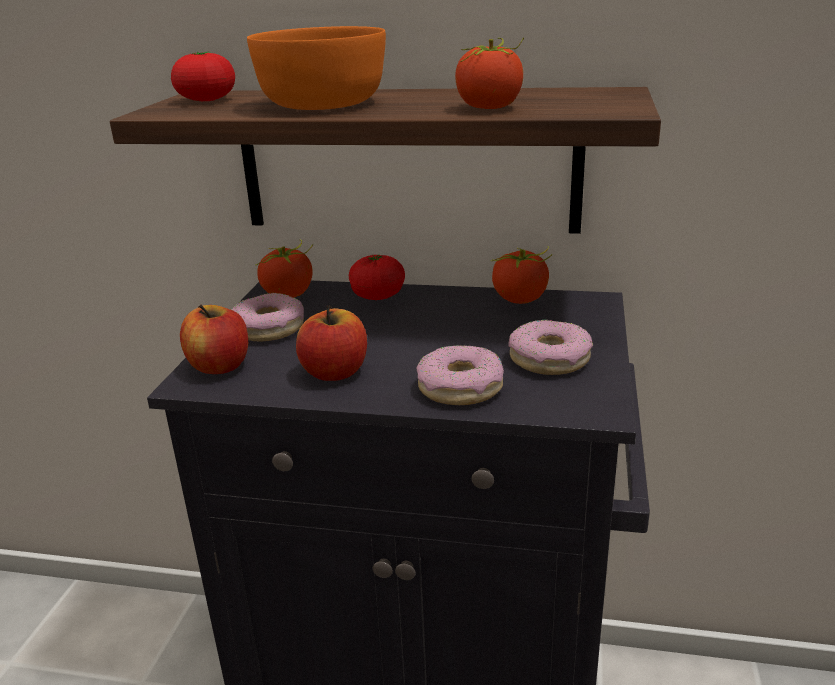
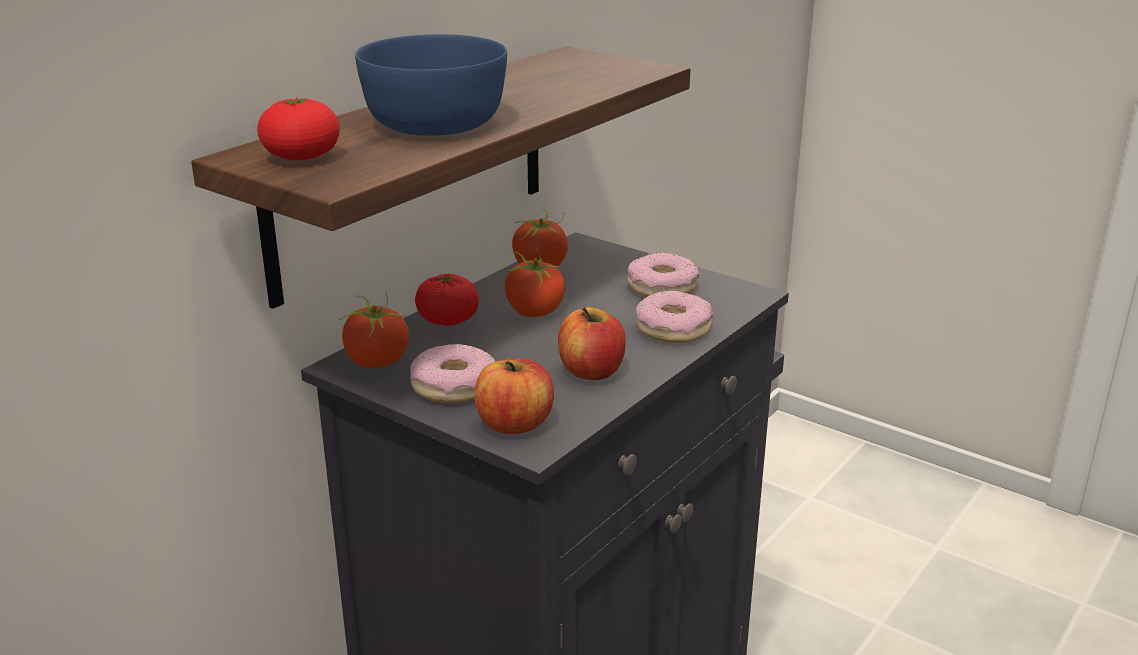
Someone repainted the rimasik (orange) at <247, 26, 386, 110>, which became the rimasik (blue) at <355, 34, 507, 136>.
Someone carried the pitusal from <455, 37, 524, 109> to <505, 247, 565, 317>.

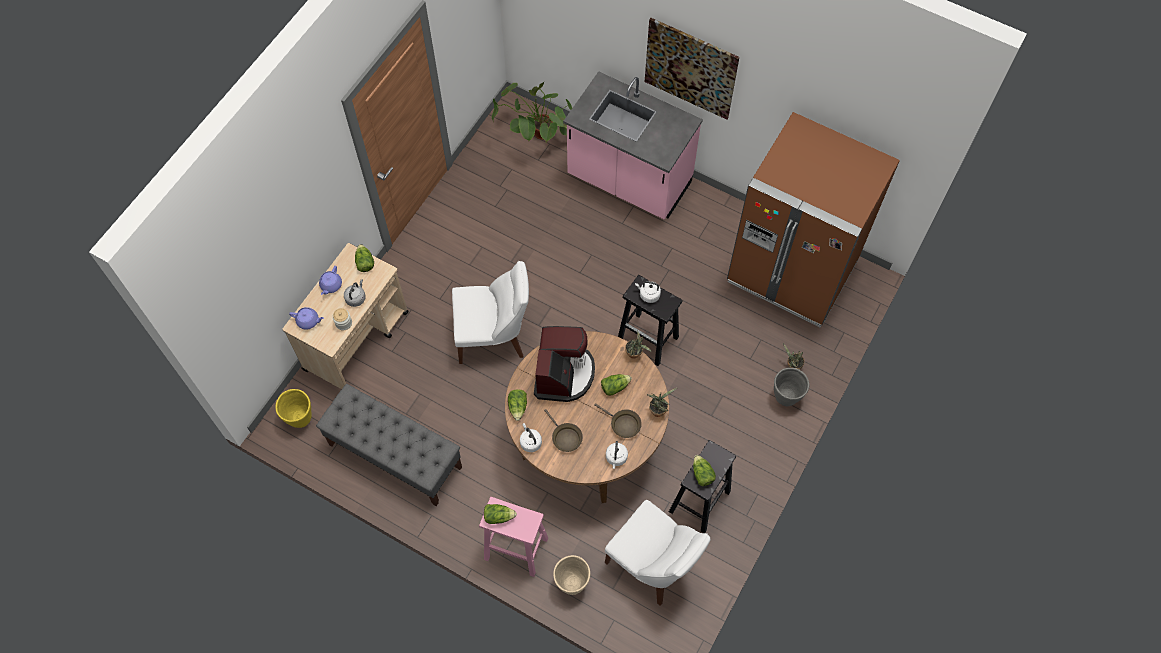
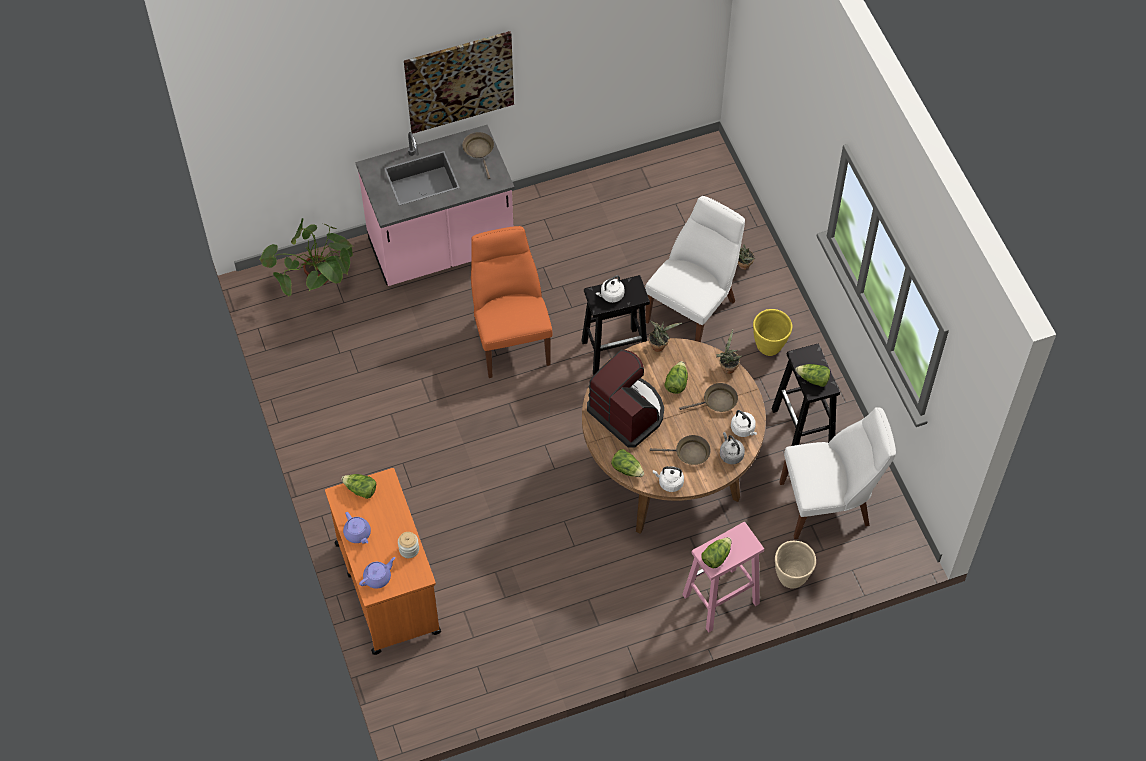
Someone repainted the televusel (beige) at <282, 243, 409, 389>, which became the televusel (orange) at <325, 468, 441, 655>.
Someone put down the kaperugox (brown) at <462, 132, 494, 179>.
Someone put down the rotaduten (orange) at <471, 226, 553, 378>.
Someone carried the rotaduten (white) from <452, 261, 529, 364> to <645, 196, 745, 342>.
Someone carried the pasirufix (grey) from <344, 279, 366, 307> to <720, 432, 745, 464>.
Someone carried the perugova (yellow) from <275, 389, 312, 428> to <753, 309, 793, 356>.
Someone took away the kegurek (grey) at <316, 384, 462, 506>.
Someone took away the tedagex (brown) at <727, 112, 900, 327>.
Someone took away the perugova (grey) at <774, 368, 809, 406>.

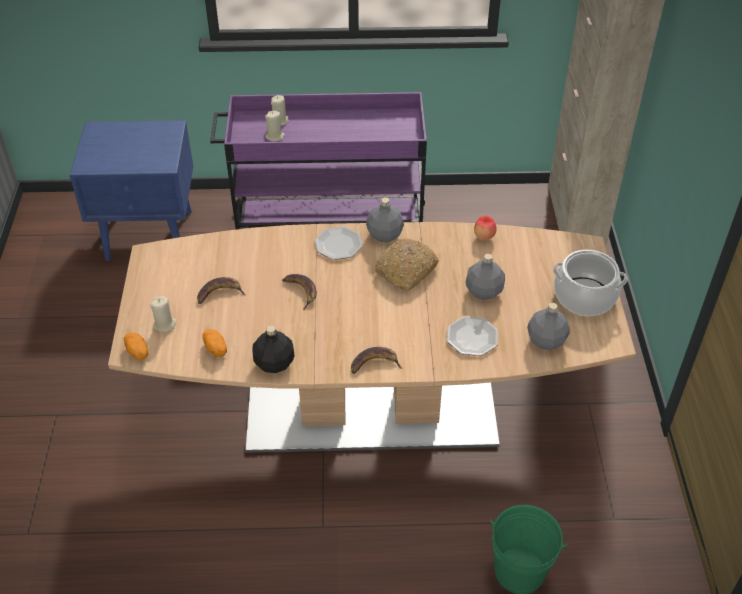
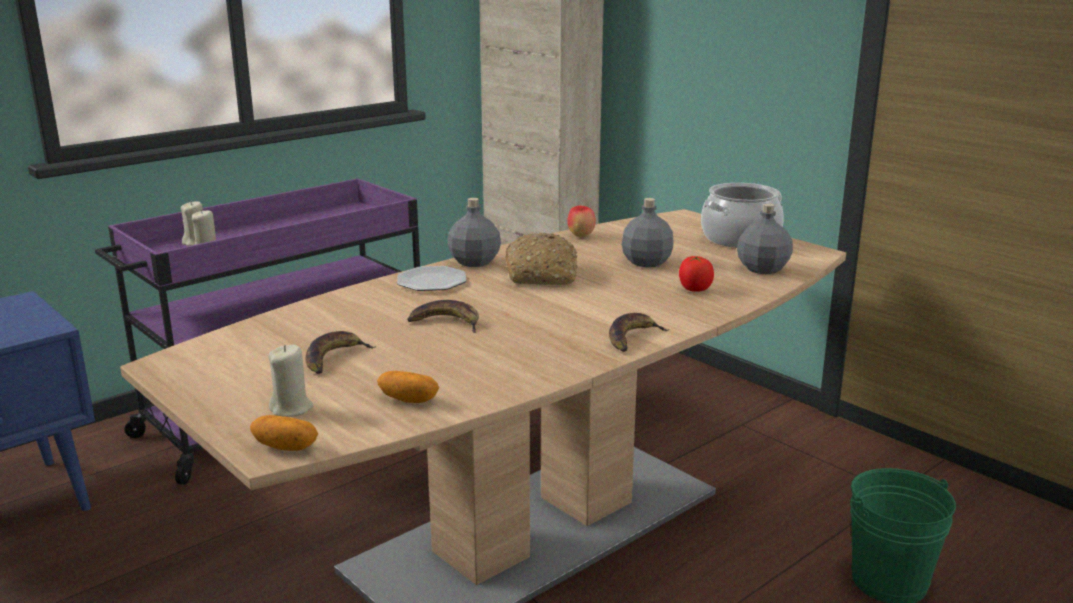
Someone swapped the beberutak at <447, 317, 498, 356> for the pitusal at <679, 256, 714, 292>.
Someone took away the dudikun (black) at <252, 325, 295, 373>.

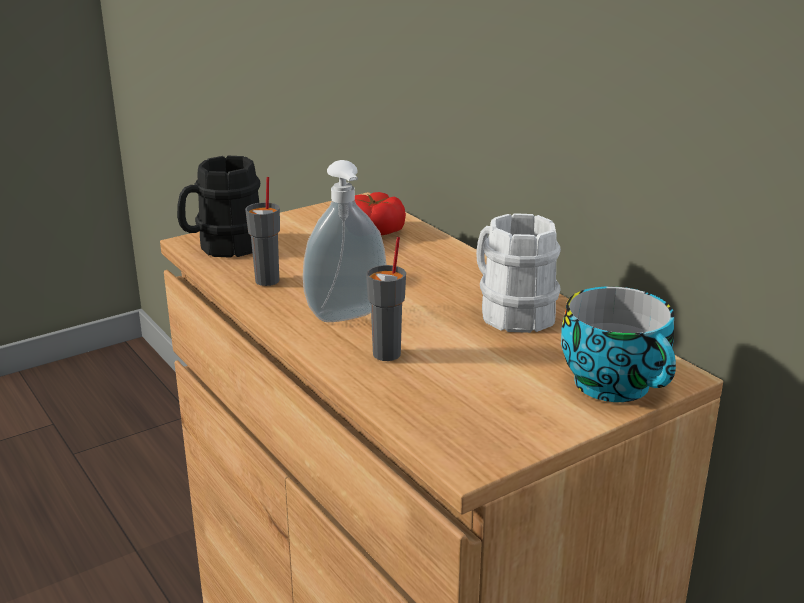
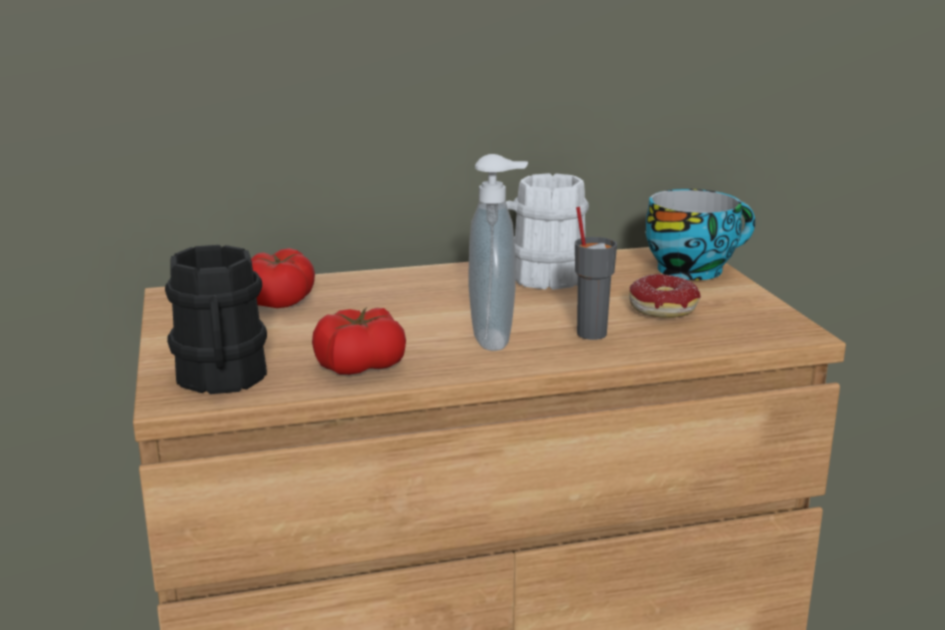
Someone swapped the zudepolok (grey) at <245, 177, 280, 286> for the pitusal at <312, 307, 406, 375>.
Someone put down the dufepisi at <629, 274, 737, 318>.

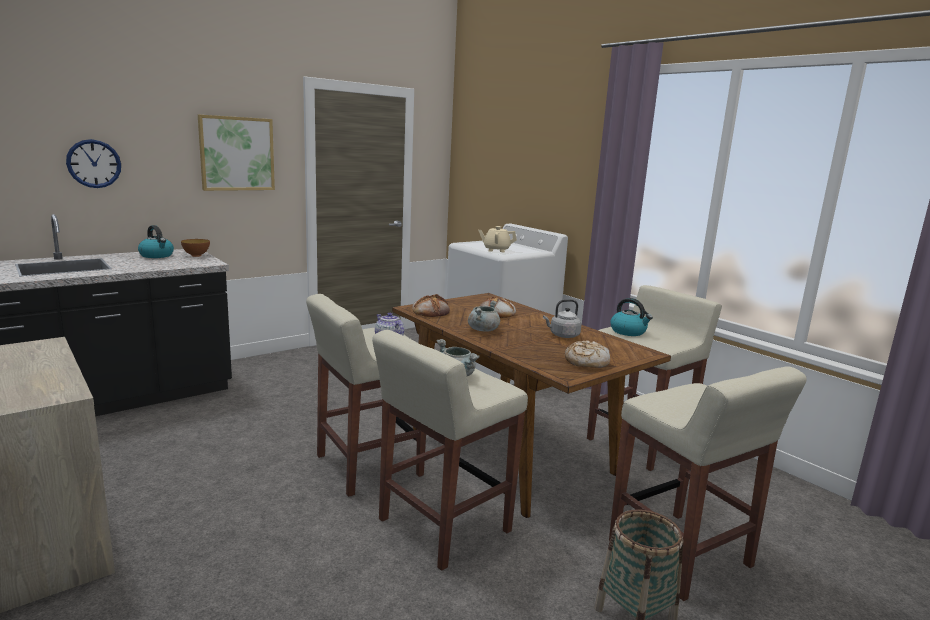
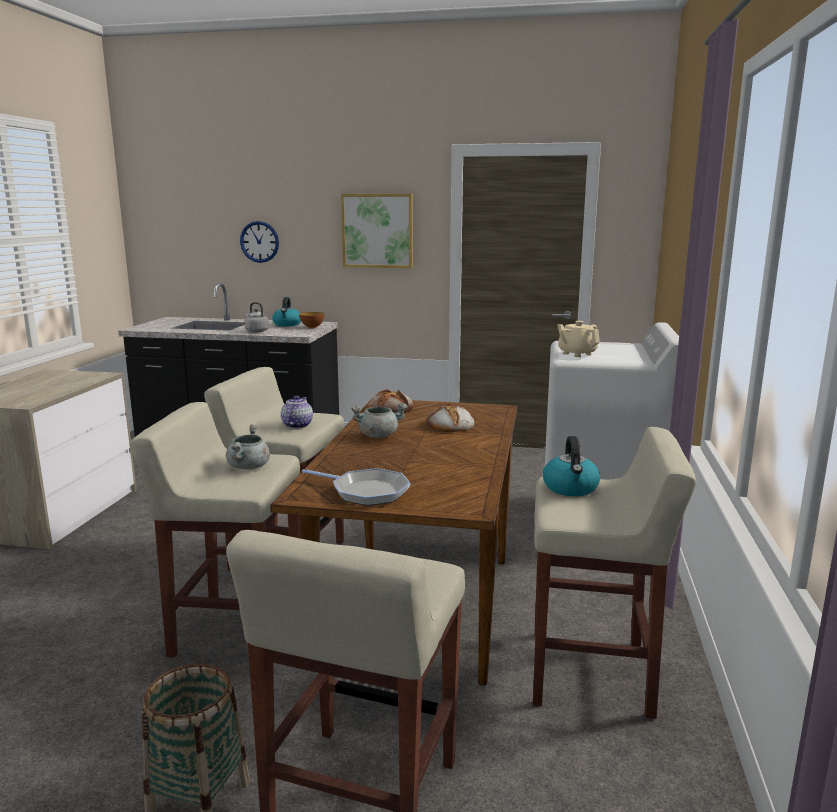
Someone carried the pasirufix (grey) from <543, 299, 582, 338> to <244, 302, 269, 332>.
Someone swapped the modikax at <565, 341, 610, 368> for the kaperugox at <302, 468, 410, 506>.

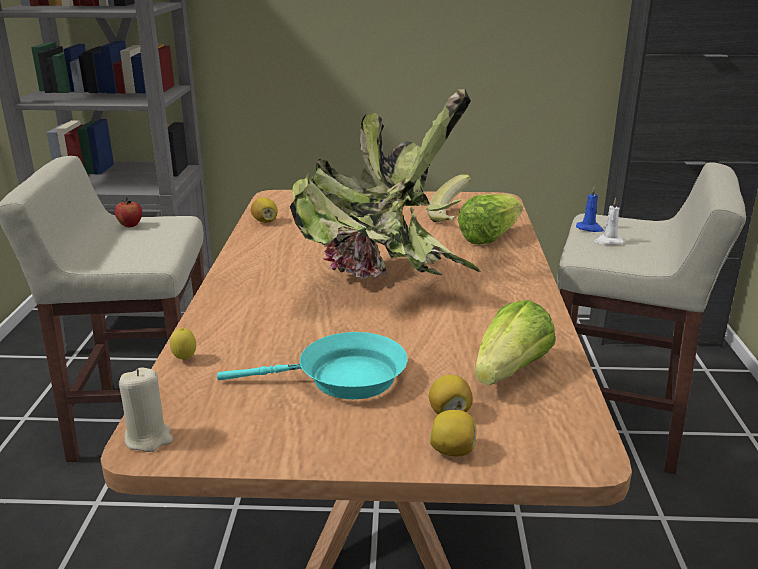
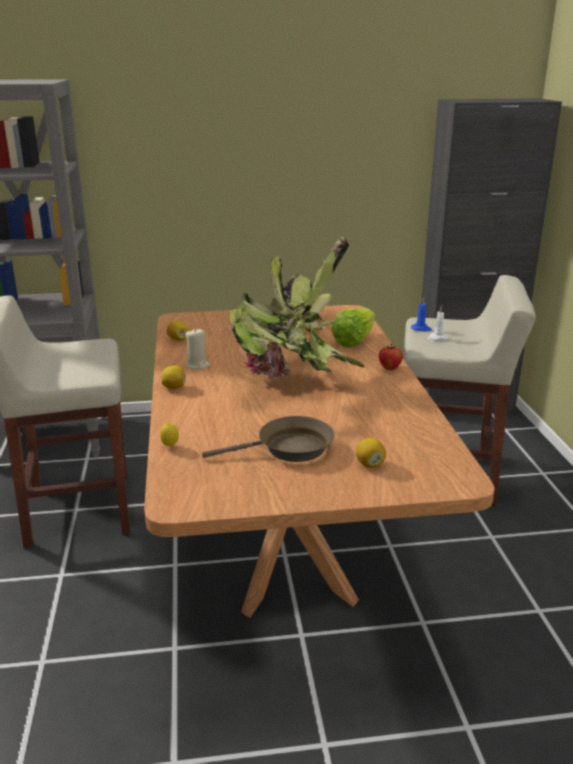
Someone carried the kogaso from <430, 410, 476, 456> to <162, 365, 186, 389>.
Someone carried the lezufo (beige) from <119, 367, 173, 452> to <185, 328, 211, 369>.
Someone repainted the kaperugox (turquoise) at <217, 332, 407, 399>, which became the kaperugox (brown) at <202, 416, 334, 462>.
Someone carried the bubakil from <115, 197, 142, 227> to <379, 343, 403, 370>.
Someone took away the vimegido at <475, 300, 555, 385>.

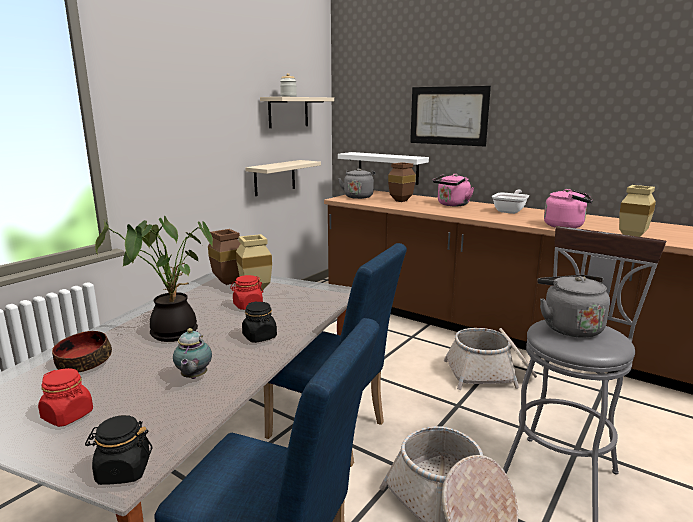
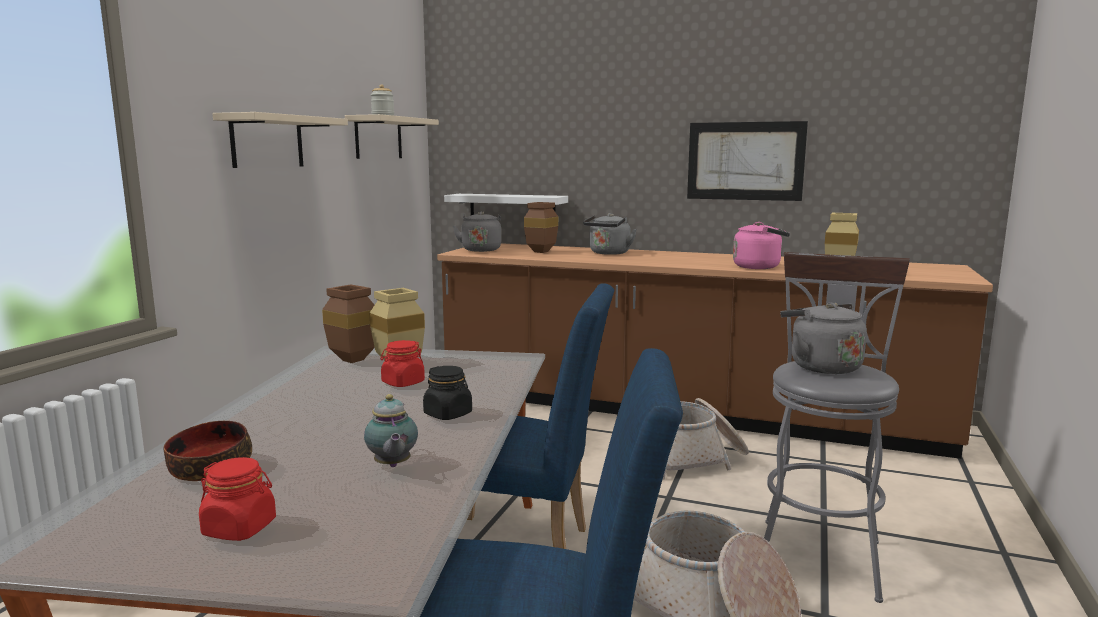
Someone carried the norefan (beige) from <245, 160, 321, 196> to <212, 112, 348, 168>.
Someone repainted the pasirufix (pink) at <433, 174, 474, 206>, which became the pasirufix (grey) at <583, 213, 637, 255>.
Someone carried the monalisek from <410, 86, 491, 146> to <687, 121, 808, 201>.
Someone took away the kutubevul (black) at <85, 415, 153, 485>.
Someone took away the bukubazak at <95, 216, 213, 342>.
Someone took away the kaperugox at <492, 190, 529, 214>.

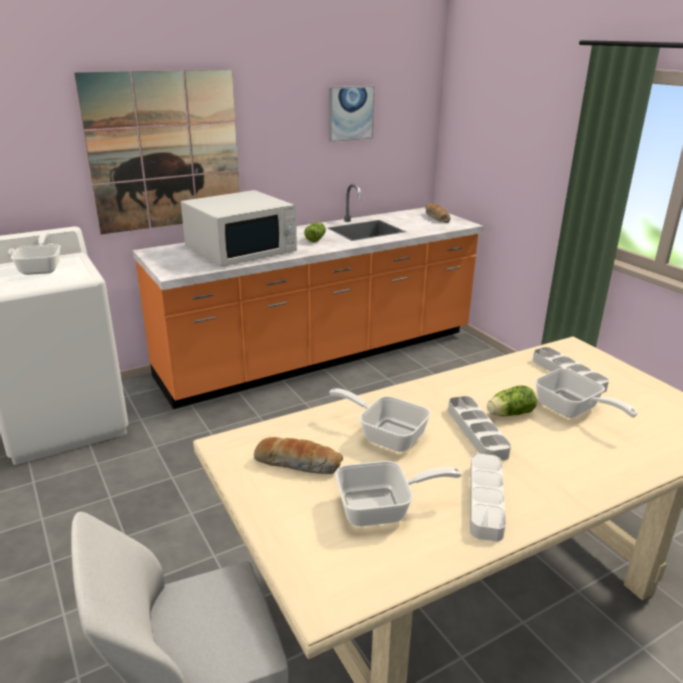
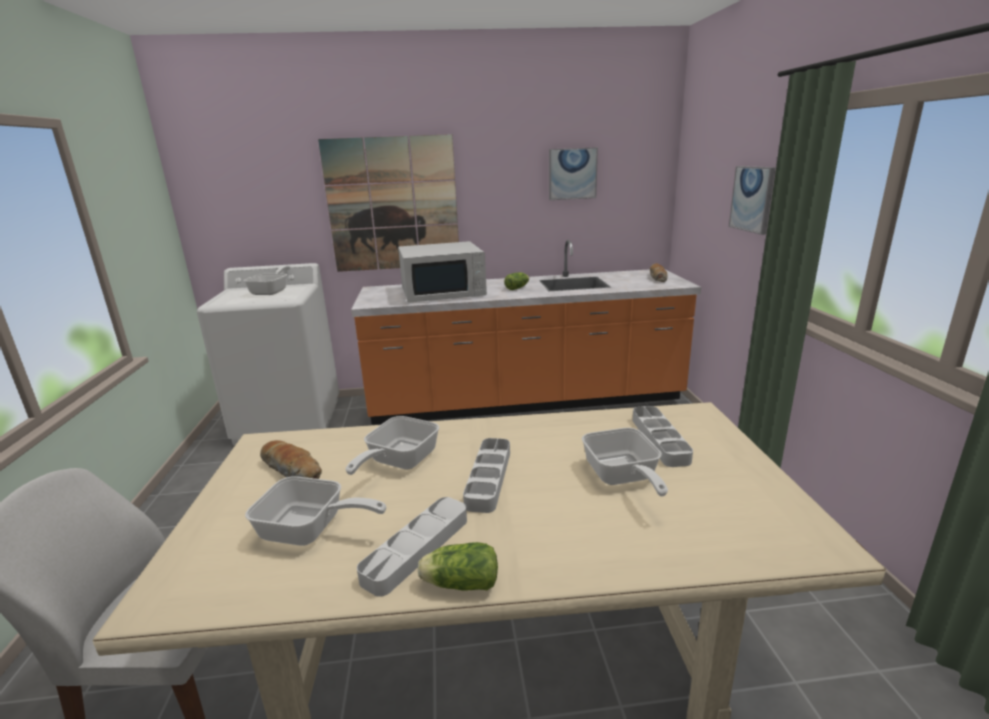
Someone rotated the kaperugox at <329, 388, 431, 452> by 120 degrees counterclockwise.
Someone carried the vimegido from <487, 385, 537, 416> to <417, 542, 498, 591>.
Someone put up the monalisek at <729, 166, 776, 235>.

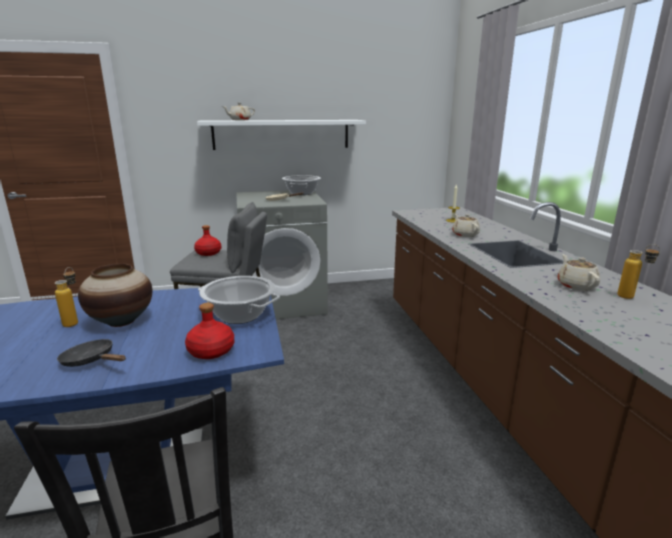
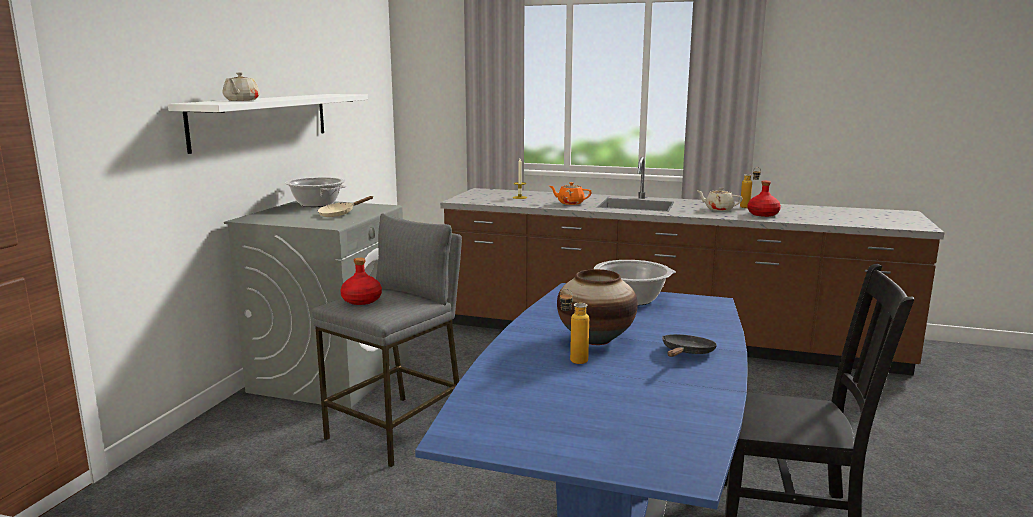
Someone repainted the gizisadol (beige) at <452, 214, 480, 237>, which became the gizisadol (orange) at <549, 182, 592, 205>.
Someone rotated the kaperugox (black) at <57, 339, 126, 367> by 150 degrees clockwise.
Someone carried the dudikun (red) from <185, 303, 234, 359> to <748, 181, 781, 217>.

